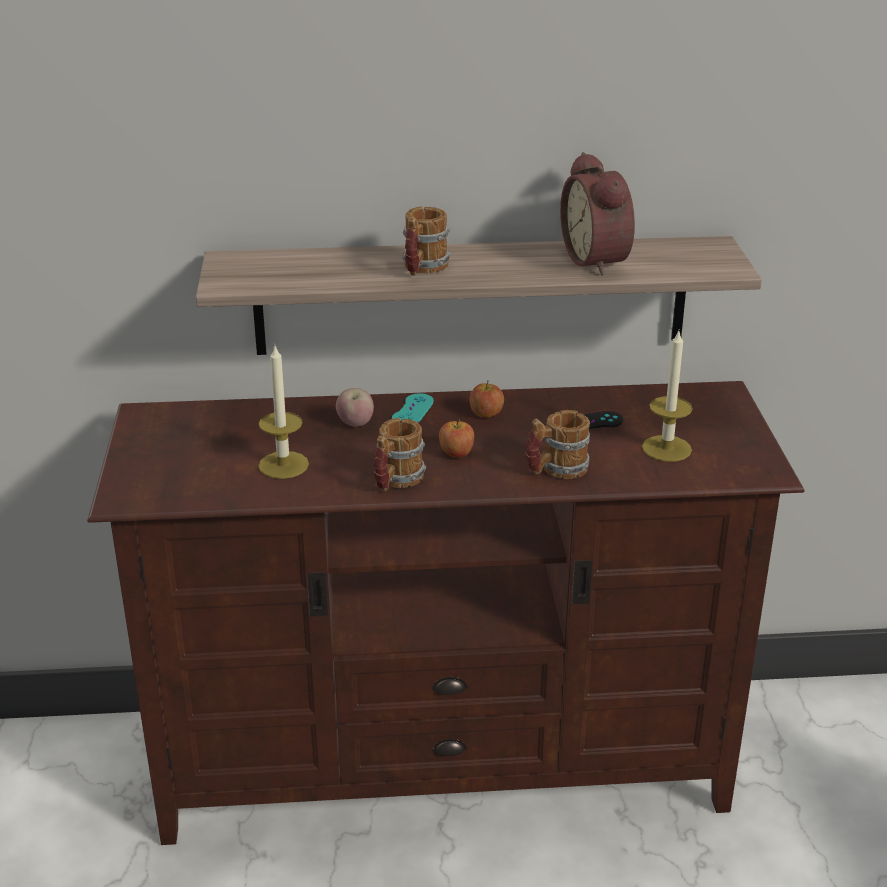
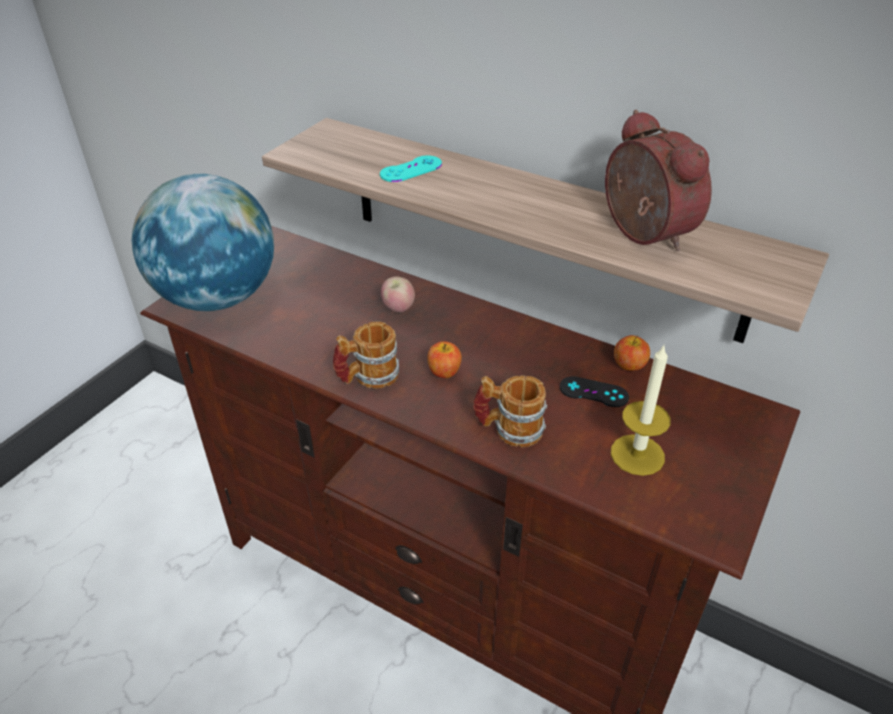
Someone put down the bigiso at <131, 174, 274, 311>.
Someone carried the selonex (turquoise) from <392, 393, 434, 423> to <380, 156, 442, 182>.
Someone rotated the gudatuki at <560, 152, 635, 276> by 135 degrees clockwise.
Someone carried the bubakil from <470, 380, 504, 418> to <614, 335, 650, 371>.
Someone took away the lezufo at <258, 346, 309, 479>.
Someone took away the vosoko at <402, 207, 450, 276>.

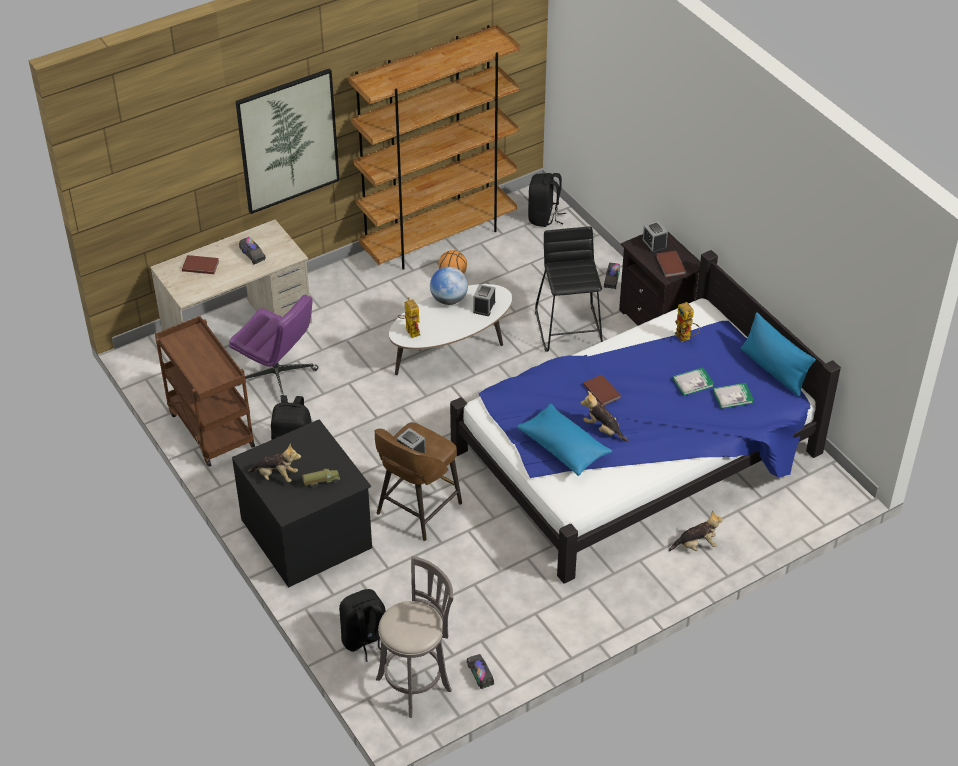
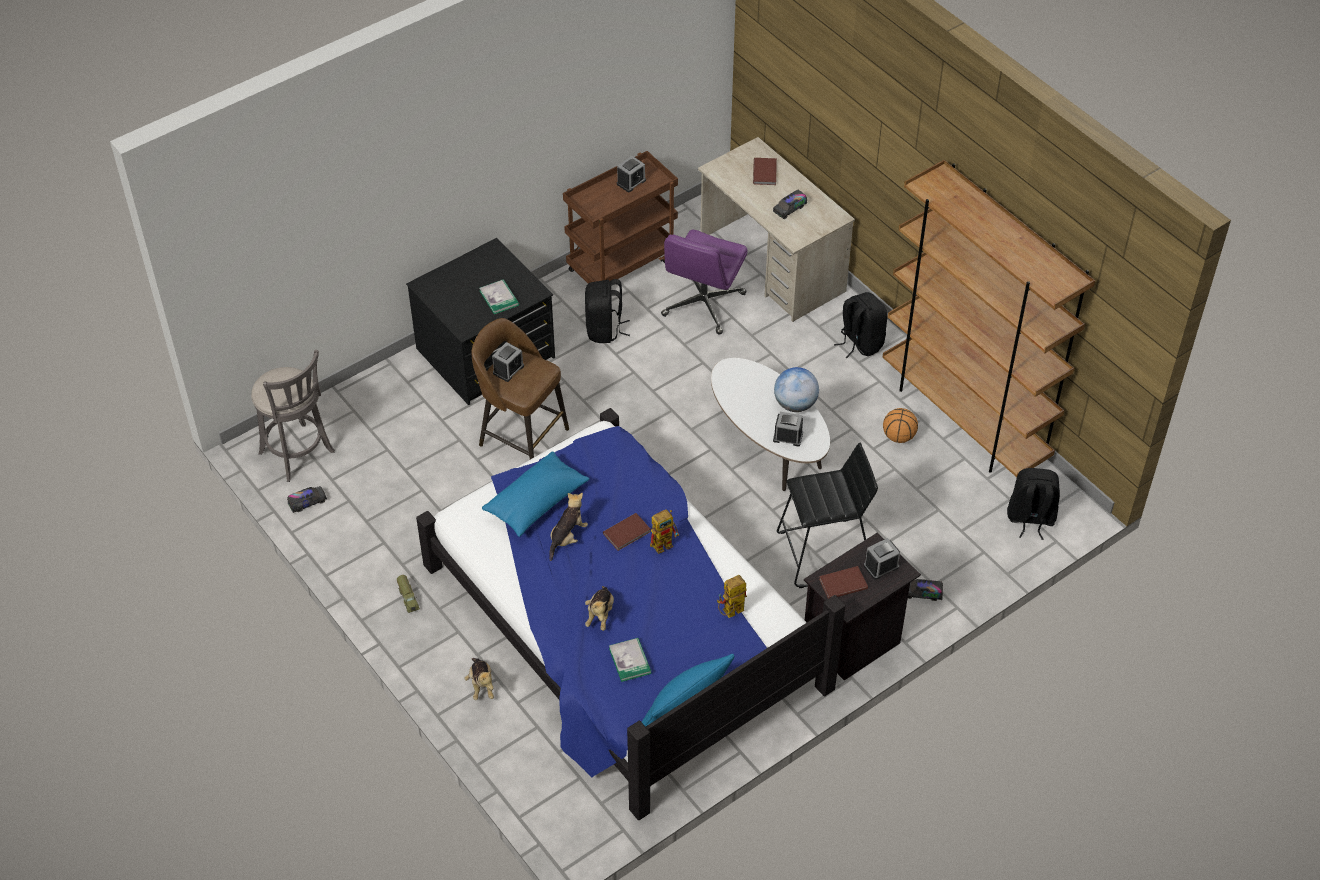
Someone carried the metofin from <302, 469, 340, 487> to <397, 575, 420, 613>.
Someone carried the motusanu from <672, 368, 715, 396> to <479, 279, 519, 314>.
Someone carried the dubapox from <247, 444, 301, 482> to <585, 586, 614, 631>.
Someone put down the gudatuki at <617, 156, 646, 192>.
Someone carried the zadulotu from <398, 297, 420, 338> to <650, 509, 679, 554>.
Someone carried the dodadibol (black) from <339, 589, 386, 662> to <834, 292, 887, 358>.
Someone took away the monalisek at <235, 68, 340, 214>.

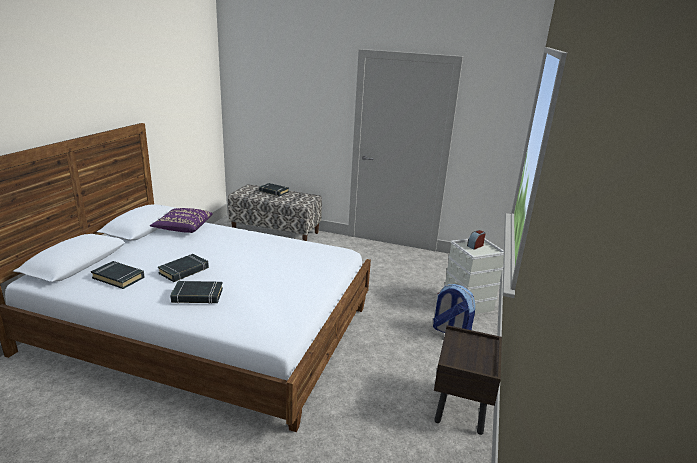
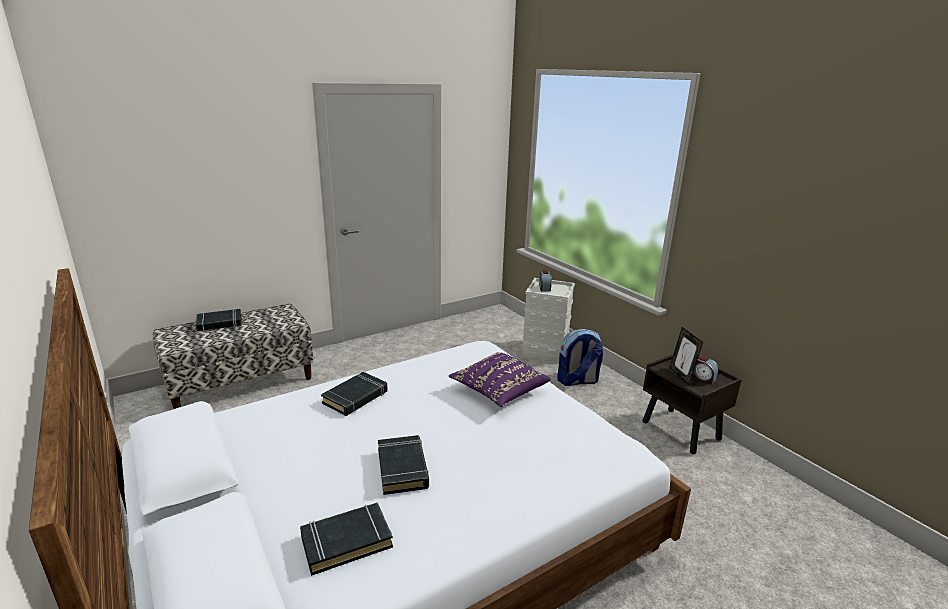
Someone carried the motusanu (black) from <170, 281, 223, 304> to <321, 372, 388, 416>.
Someone carried the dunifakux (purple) from <150, 208, 213, 233> to <449, 352, 551, 407>.
Someone put down the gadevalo at <669, 327, 703, 385>.
Someone put down the gudatuki at <692, 355, 718, 384>.

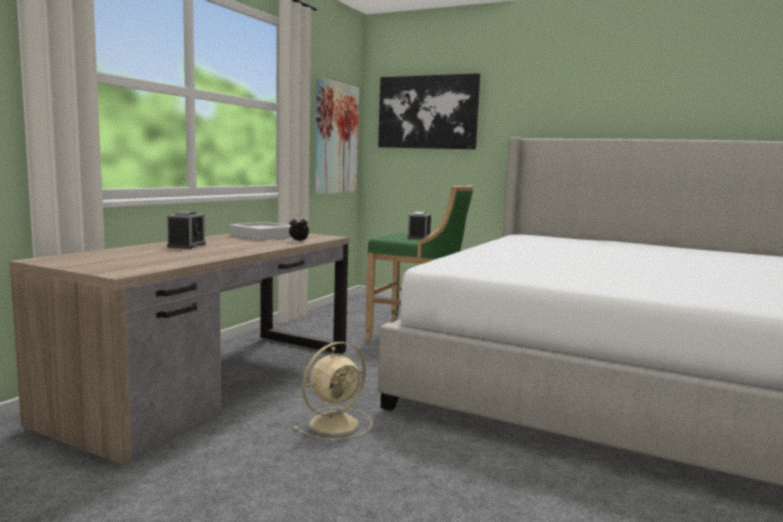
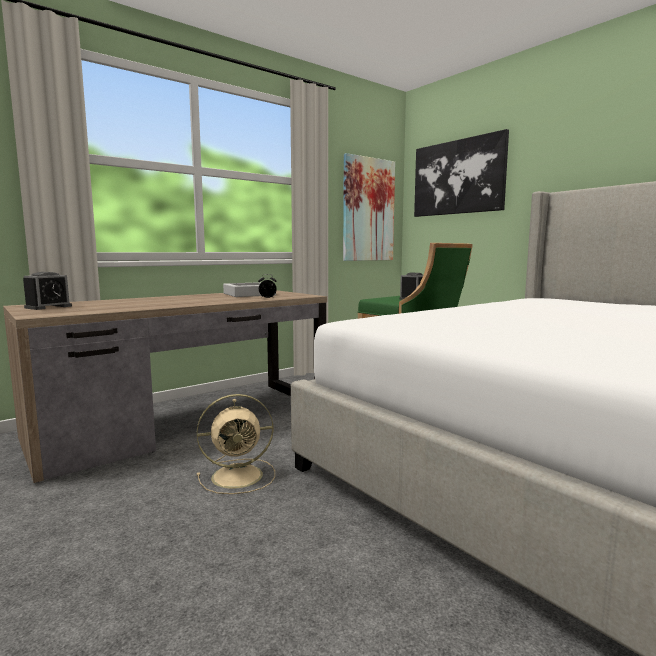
Someone carried the gudatuki from <167, 211, 206, 249> to <23, 272, 72, 310>.

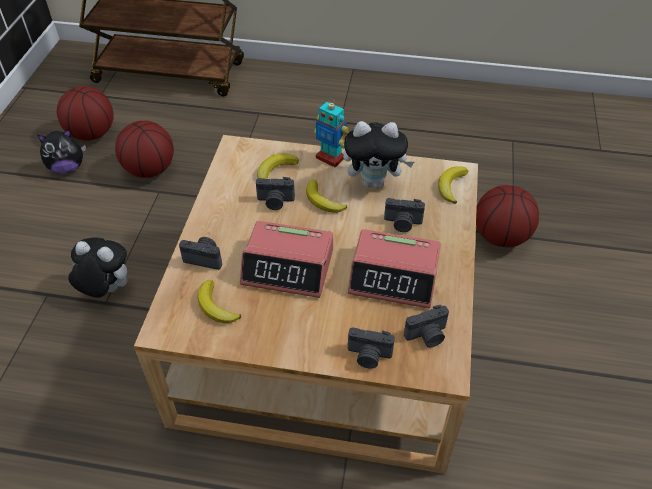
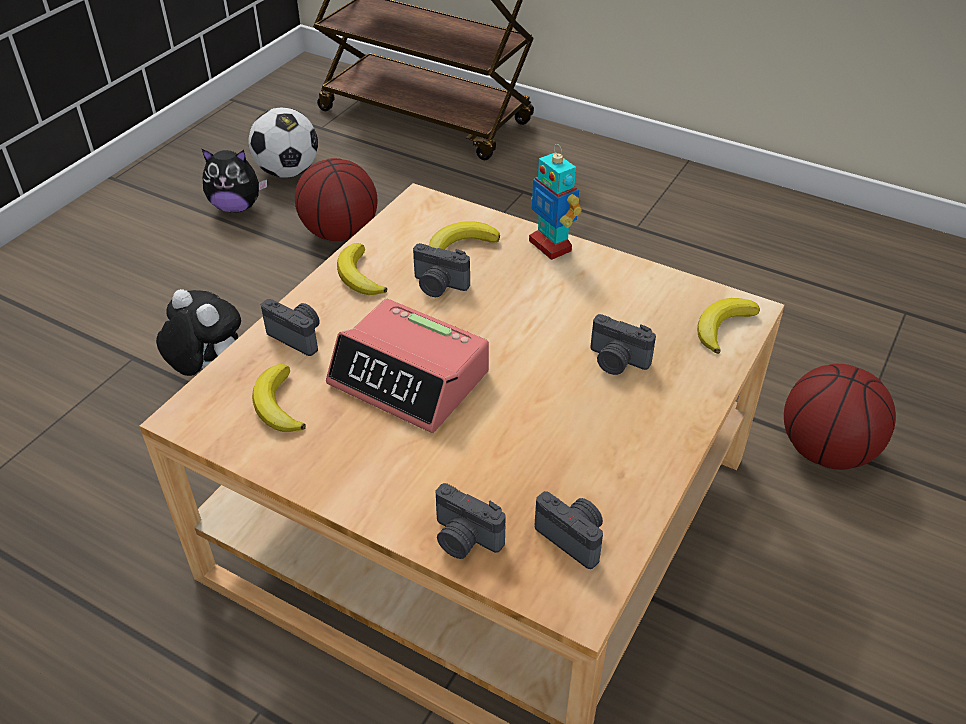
Someone swapped the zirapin at <57, 86, 114, 141> for the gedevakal at <248, 108, 318, 177>.
Someone carried the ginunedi from <306, 180, 347, 213> to <337, 243, 387, 295>.
Someone rotated the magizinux at <404, 305, 449, 347> by 135 degrees counterclockwise.
Someone took away the dubapox at <343, 121, 414, 188>.
Someone took away the gudatuki at <348, 229, 441, 309>.

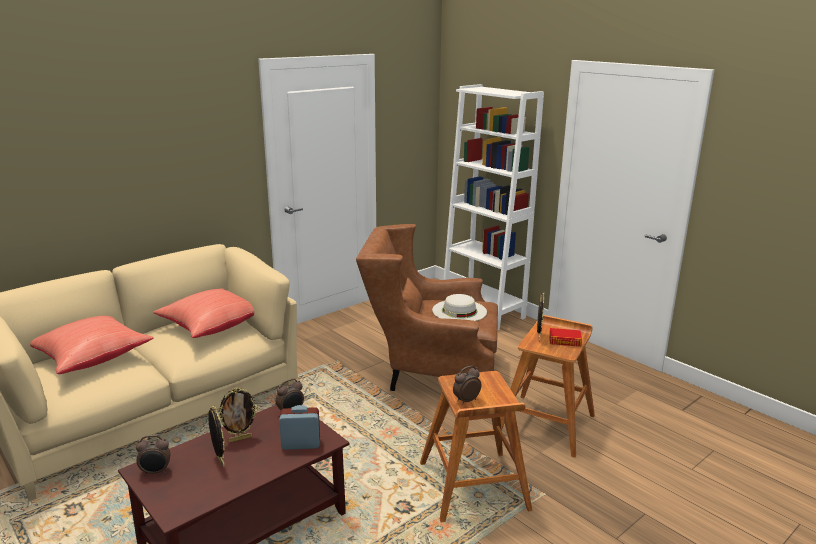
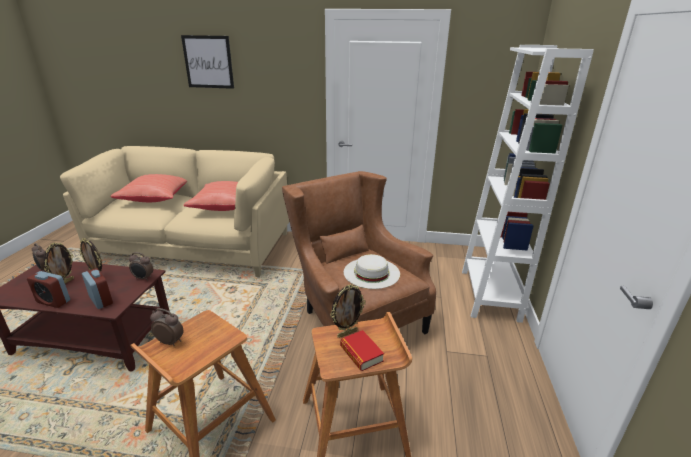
Someone put down the gudatuki at <27, 271, 70, 308>.
Someone put up the monalisek at <181, 35, 234, 89>.

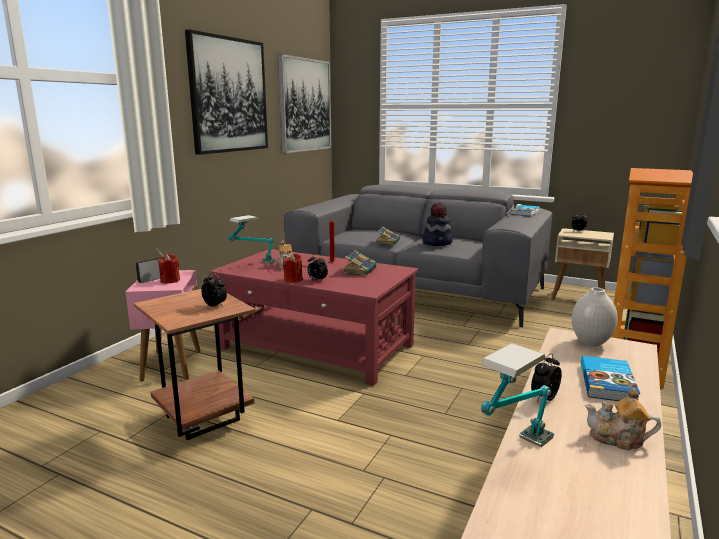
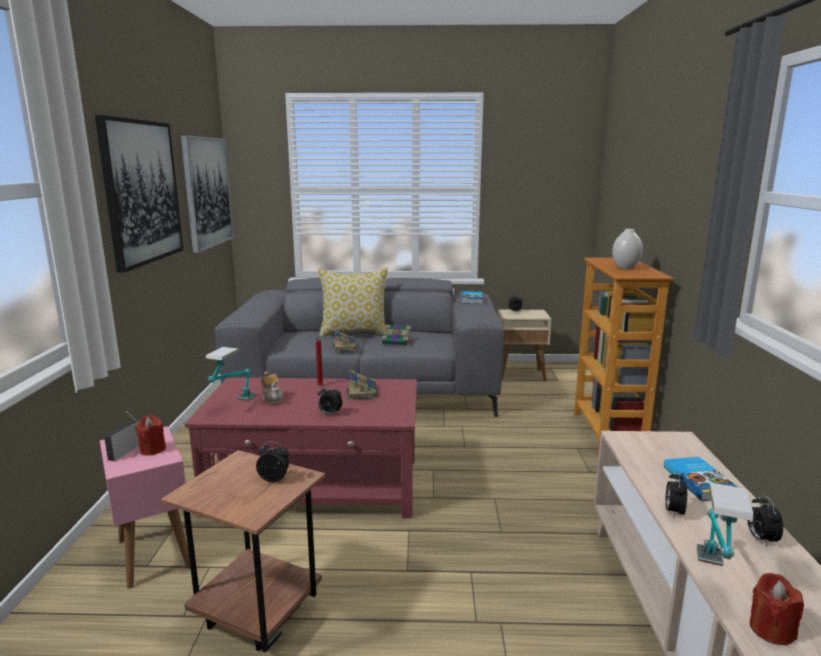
Someone put down the dunifakux at <318, 267, 388, 336>.
Someone swapped the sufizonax at <422, 202, 453, 246> for the motusanu at <382, 325, 412, 345>.
Someone carried the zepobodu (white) from <572, 287, 618, 347> to <612, 229, 643, 269>.
Someone swapped the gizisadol at <585, 389, 661, 451> for the gudatuki at <747, 495, 783, 547>.
Someone carried the lezufo (red) from <283, 254, 303, 283> to <750, 573, 804, 645>.

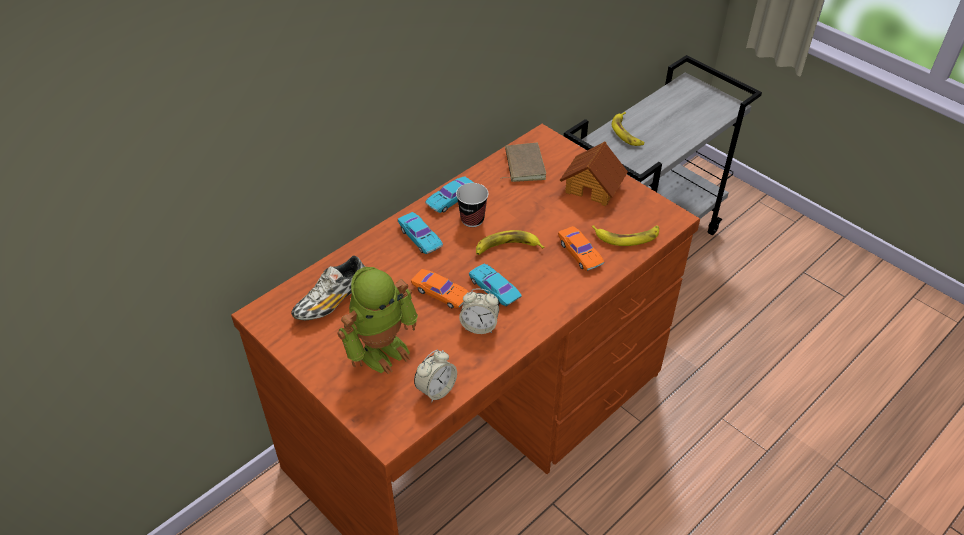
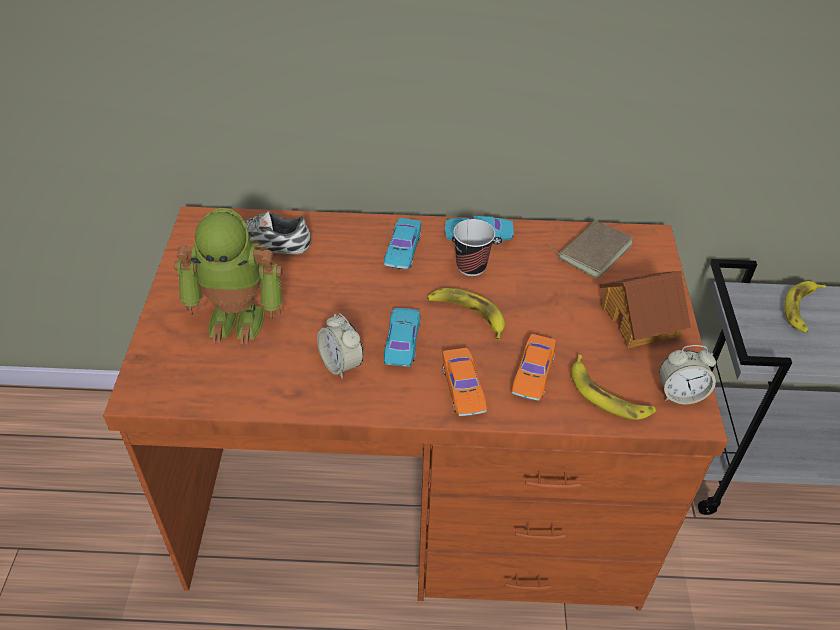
Someone carried the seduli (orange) from <411, 269, 469, 308> to <442, 348, 487, 416>.
Someone carried the gudatuki from <414, 350, 457, 402> to <659, 345, 716, 404>.

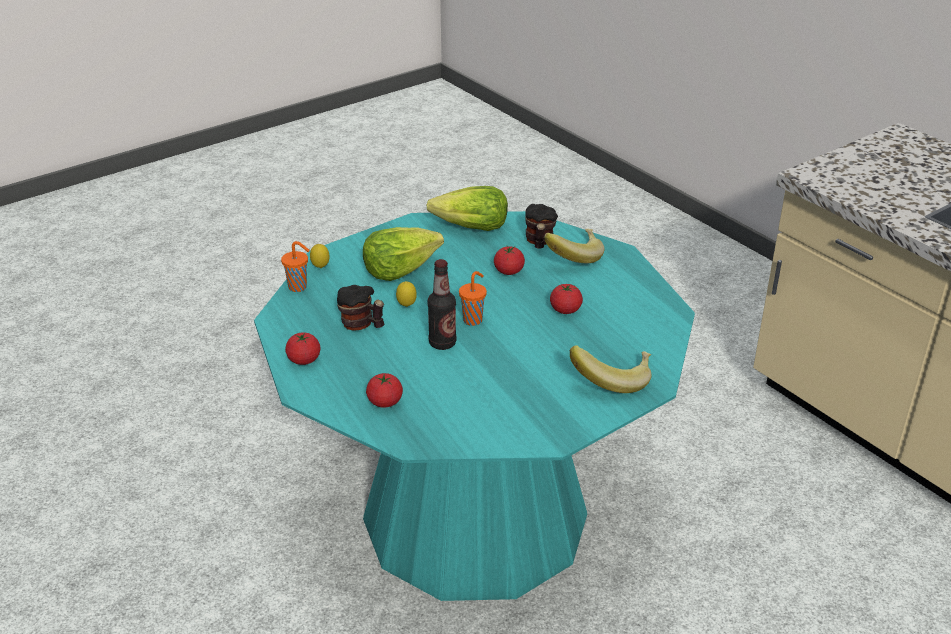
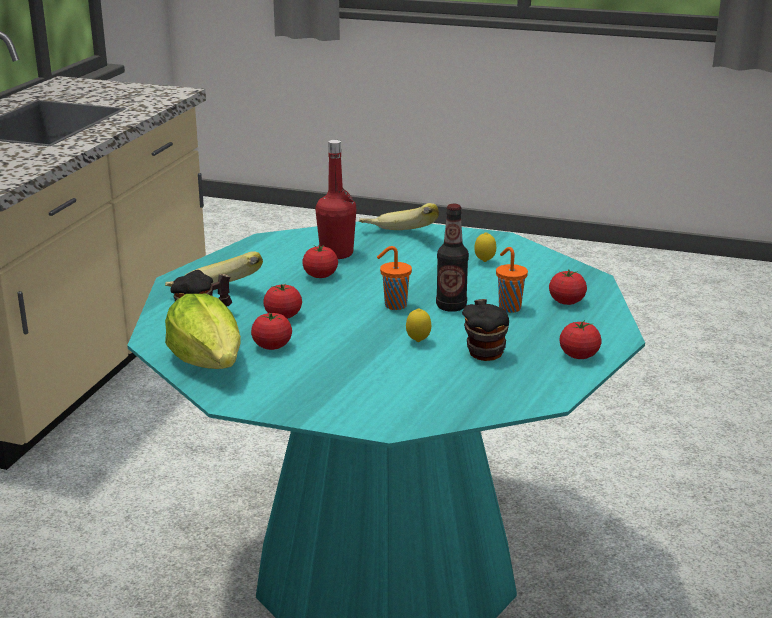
Someone put down the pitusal at <251, 313, 292, 350>.
Someone put down the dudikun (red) at <315, 140, 356, 259>.
Someone carried the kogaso from <310, 244, 330, 268> to <474, 232, 496, 262>.
Someone carried the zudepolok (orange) from <281, 241, 310, 292> to <496, 247, 528, 313>.
Someone took away the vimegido at <363, 227, 444, 281>.

